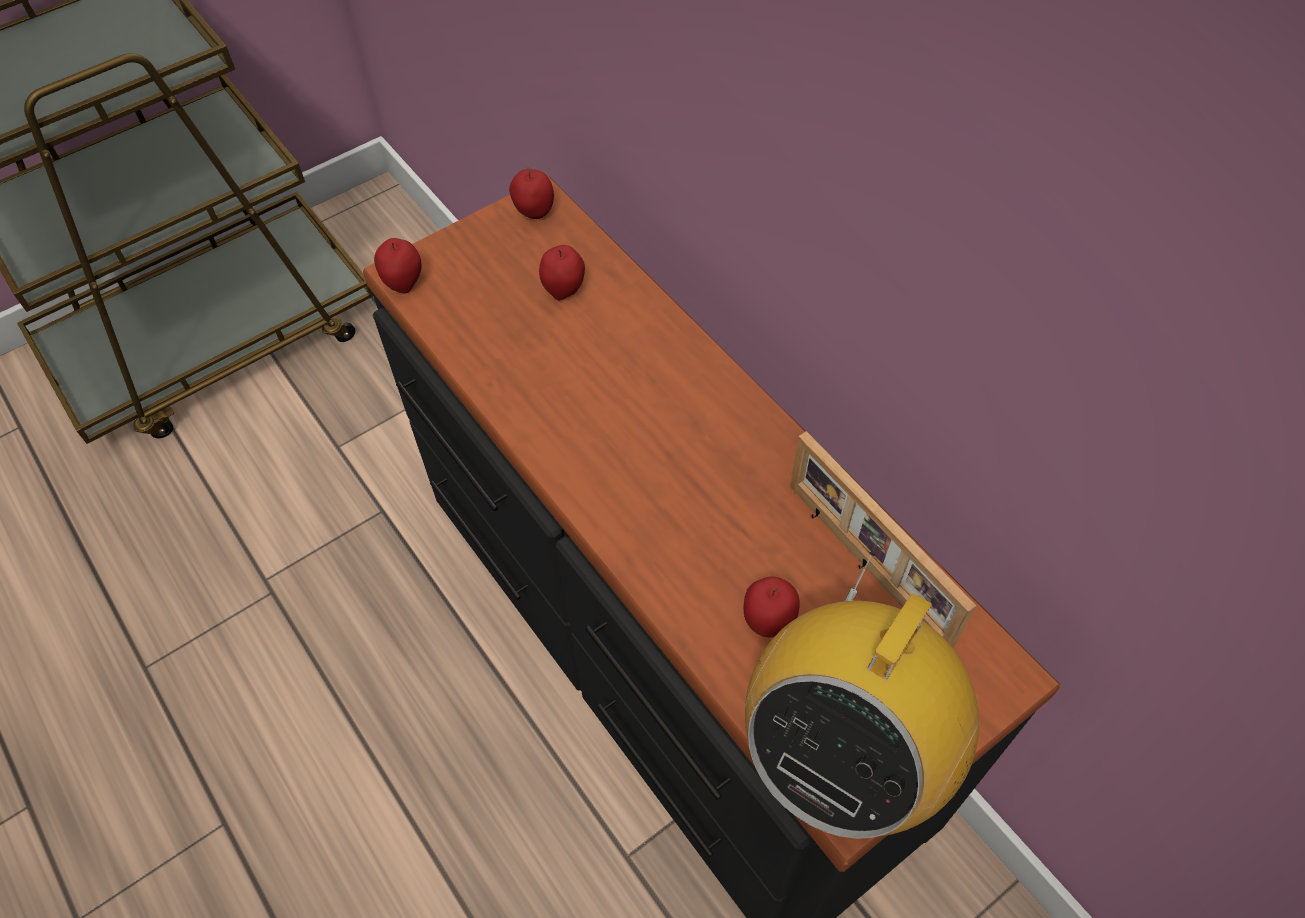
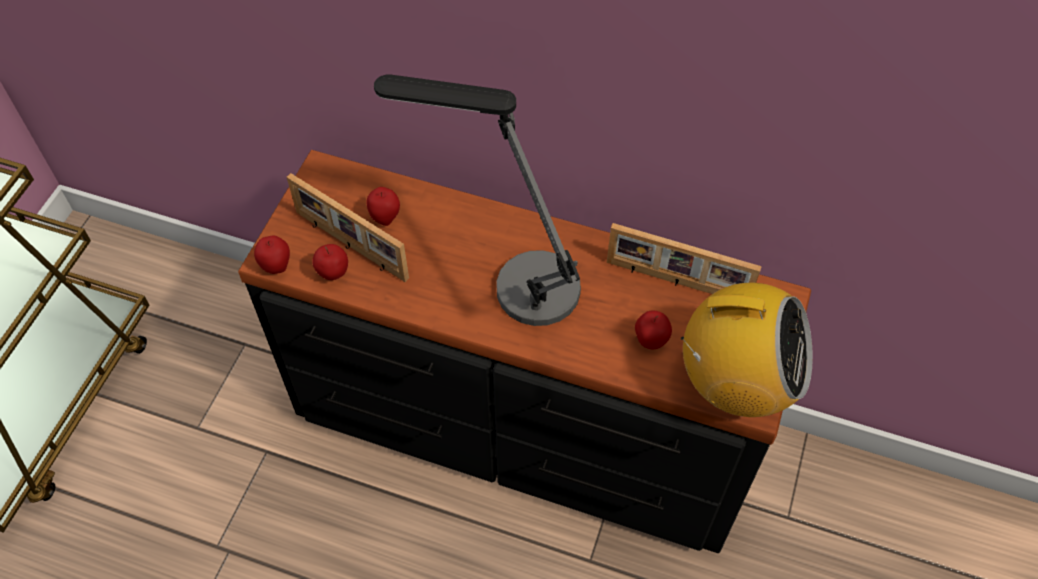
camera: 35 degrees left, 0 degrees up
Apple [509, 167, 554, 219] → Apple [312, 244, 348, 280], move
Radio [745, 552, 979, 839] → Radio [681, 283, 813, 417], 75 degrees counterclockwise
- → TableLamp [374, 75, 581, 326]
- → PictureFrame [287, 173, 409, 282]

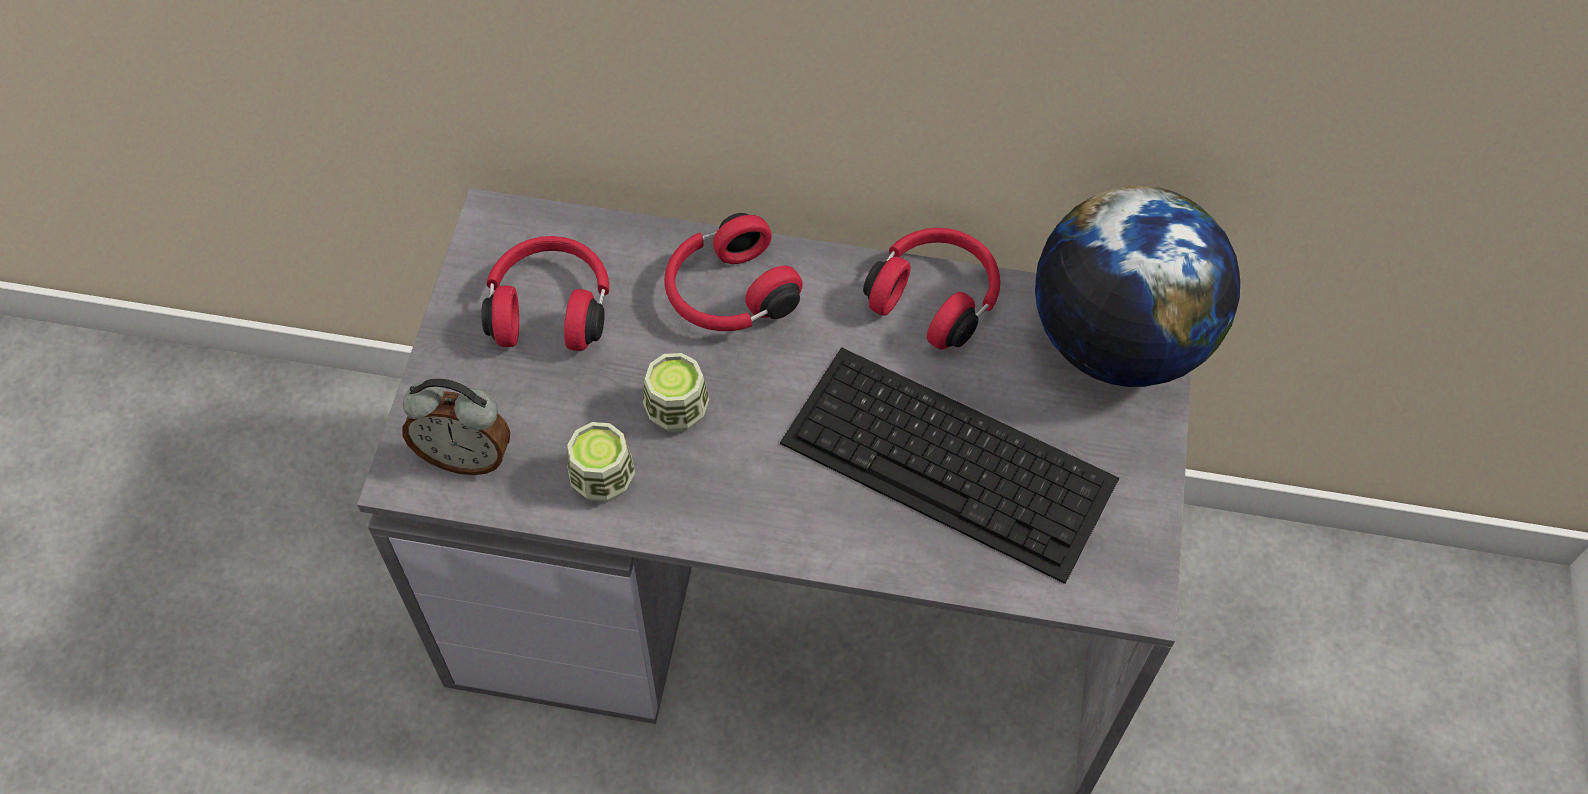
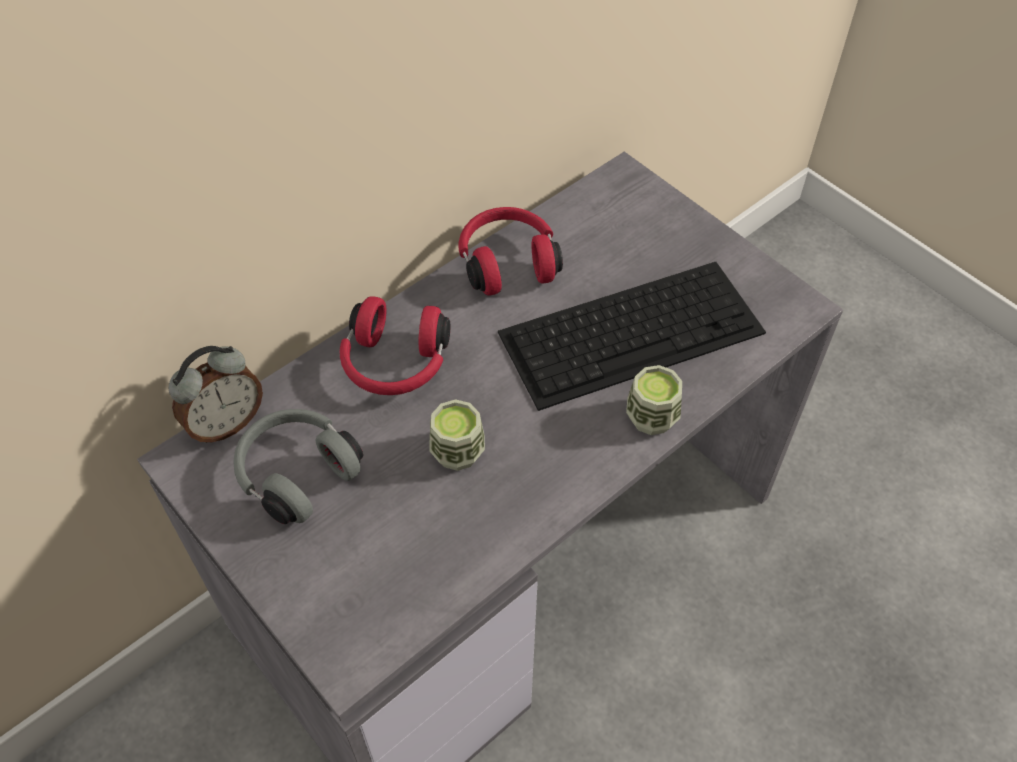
camera: 50 degrees left, 5 degrees down
Globe [1035, 186, 1240, 387] → -
RedHeadphones [482, 236, 609, 351] → GreyHeadphones [233, 409, 363, 524]
AlarmClock [402, 378, 510, 475] → AlarmClock [168, 346, 263, 443], move
Cup [567, 422, 635, 502] → Cup [626, 365, 682, 435], move

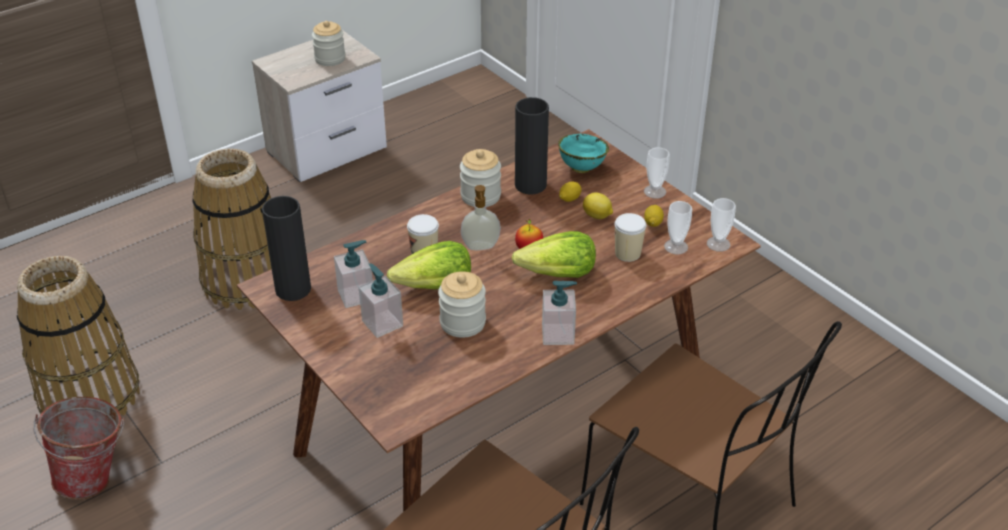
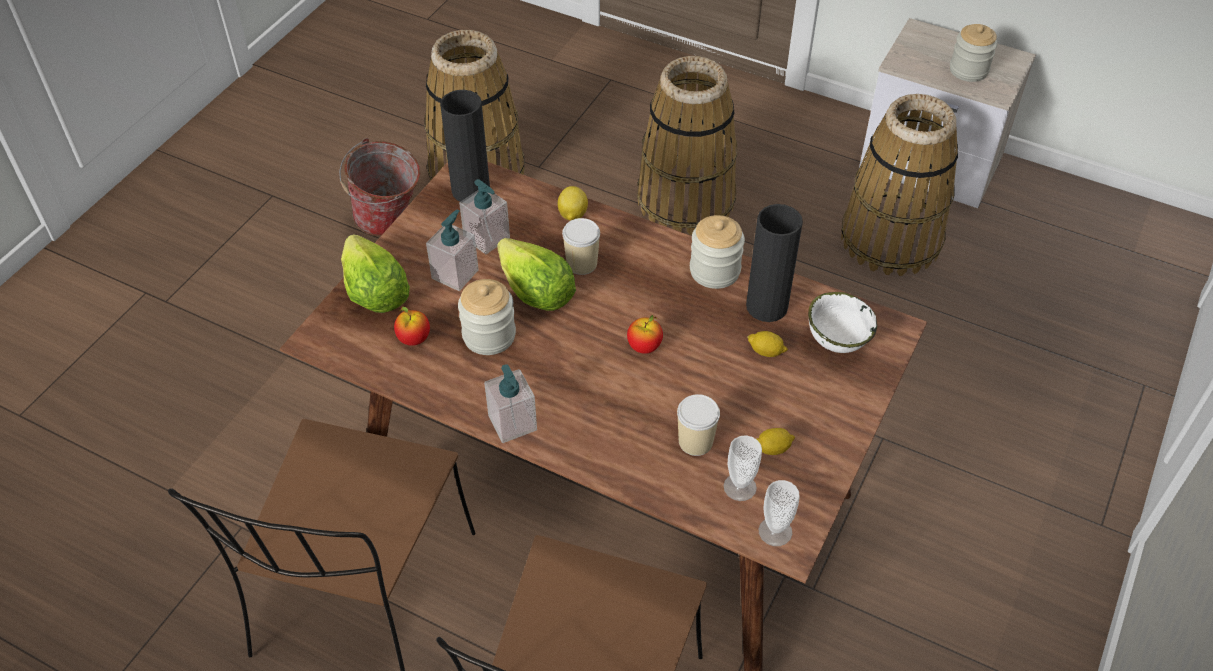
camera: 65 degrees right, 10 degrees up
TurquoiseBowl [558, 134, 609, 173] → WhiteBowl [808, 292, 877, 353]
Cup [644, 147, 670, 199] → -
SoapDispenser [461, 185, 501, 250] → -
Lemon [583, 192, 613, 219] → Lemon [558, 186, 588, 221], move
Lettuce [512, 231, 596, 278] → Lettuce [341, 234, 410, 313], move
- → Basket [841, 94, 958, 276]
- → Apple [394, 306, 430, 346]

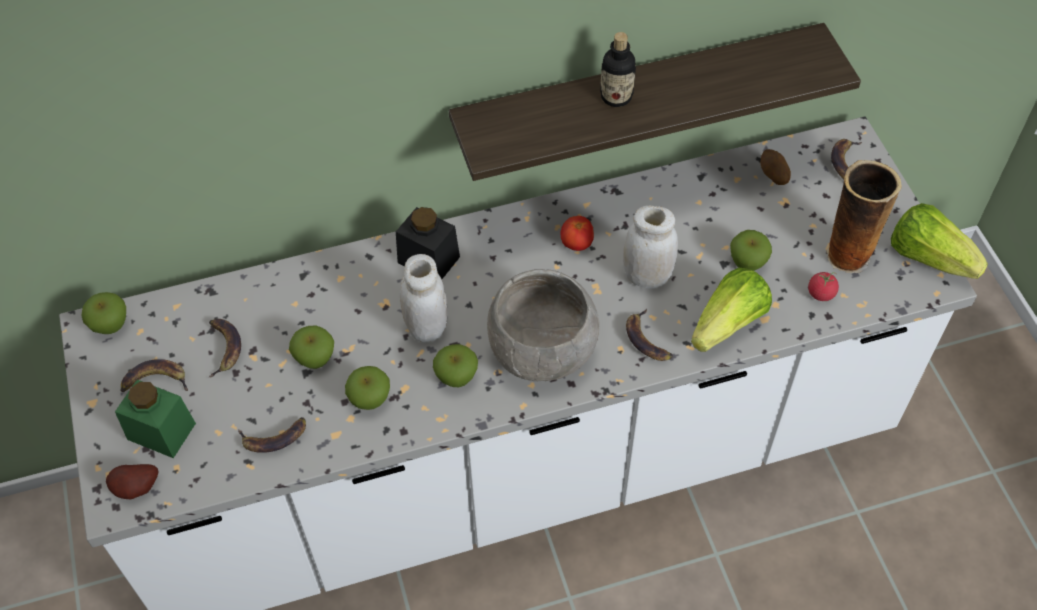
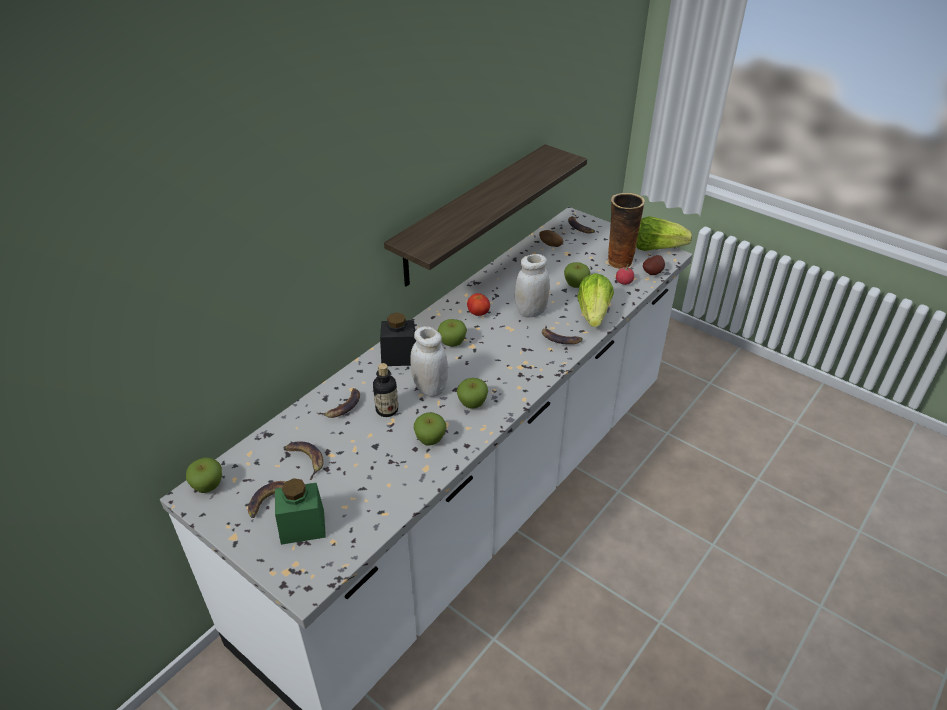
camera: 35 degrees left, 15 degrees down
Bottle [600, 32, 636, 107] → Bottle [373, 363, 398, 417], move
GreyBowl [487, 269, 600, 381] → -
Apple [289, 326, 334, 369] → Apple [438, 319, 467, 347], move
Banana [238, 417, 306, 453] → Banana [317, 388, 360, 418], move
Potato [106, 464, 159, 499] → Potato [643, 255, 665, 275], move

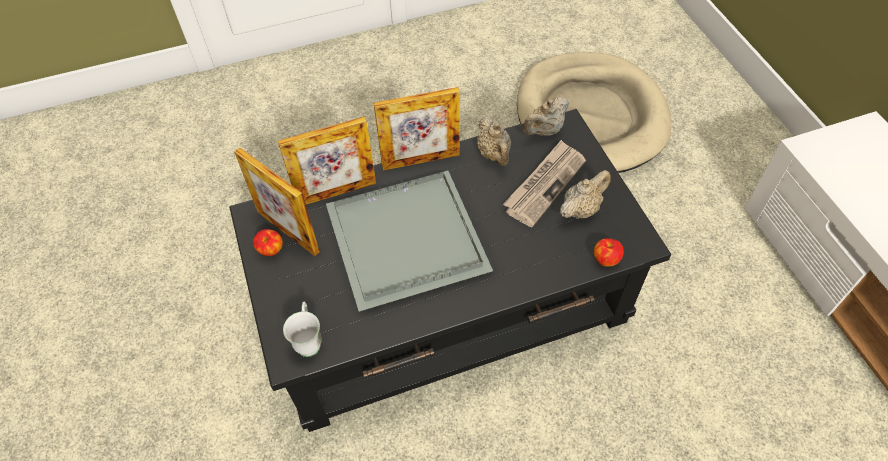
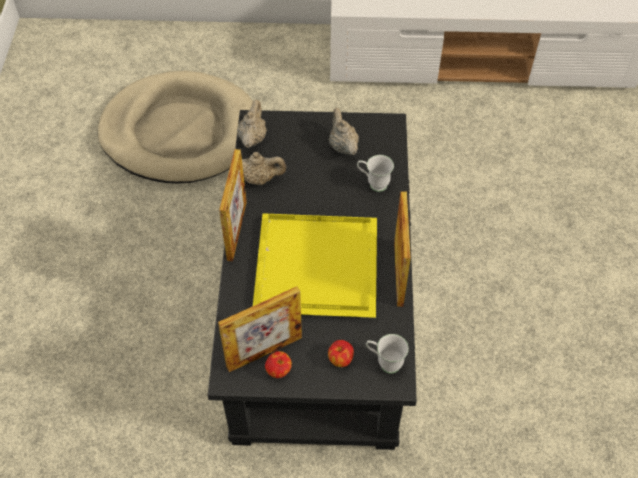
camera: 70 degrees left, 0 degrees up
BeigeTeapot [523, 97, 569, 136] → BeigeTeapot [237, 100, 267, 148], 150 degrees counterclockwise
PictureFrame [278, 116, 376, 205] → PictureFrame [394, 191, 411, 307], move
Newspaper [503, 140, 586, 227] → -
GreyTray [326, 170, 493, 312] → YellowTray [253, 213, 377, 318]
Apple [594, 238, 624, 267] → Apple [328, 340, 354, 367], move
- → WhiteMug [357, 155, 394, 192]

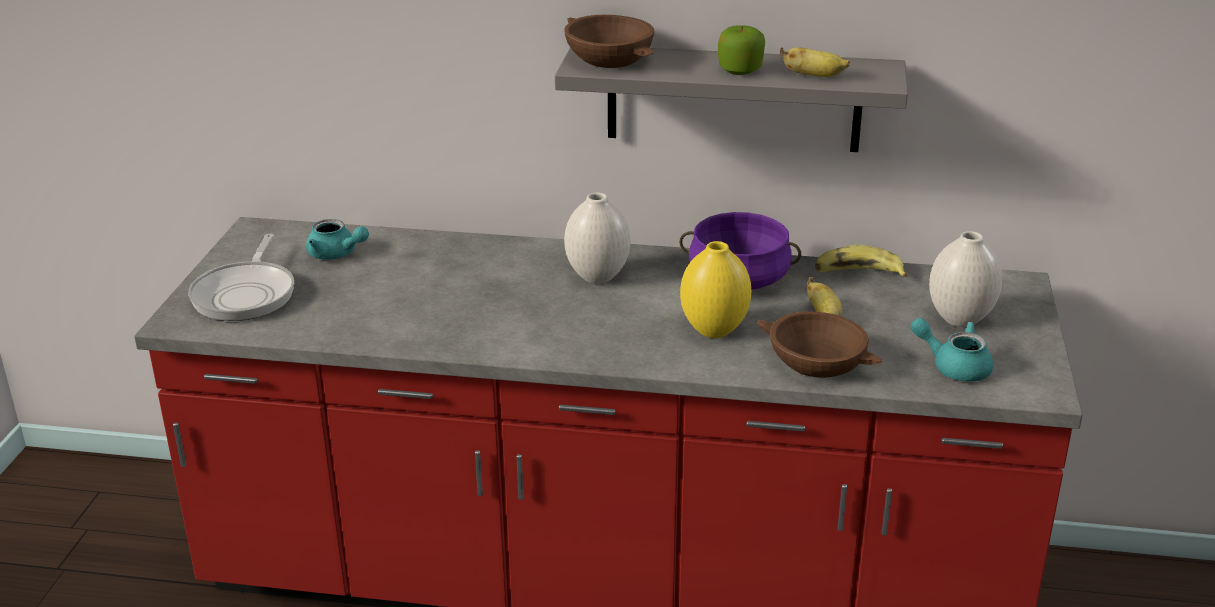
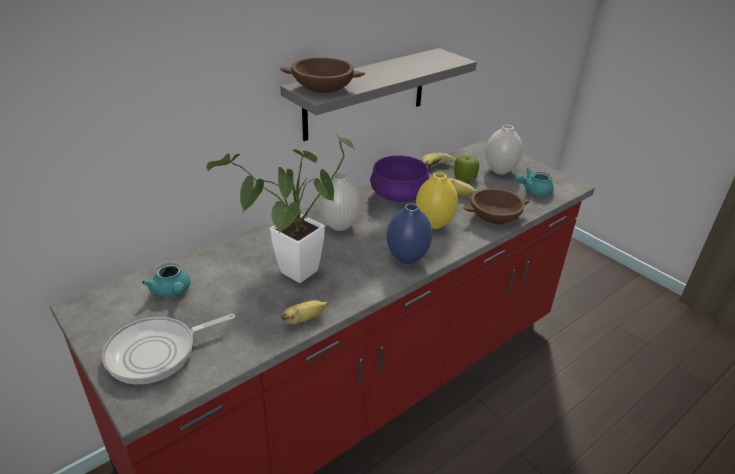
camera: 50 degrees left, 5 degrees up
Apple [718, 25, 765, 75] → Apple [454, 155, 479, 181], move
Banana [780, 47, 850, 77] → Banana [281, 300, 328, 325], move
TurquoiseTeapot [306, 219, 369, 260] → TurquoiseTeapot [142, 263, 190, 297], 75 degrees clockwise
FryingPan [188, 234, 294, 321] → FryingPan [102, 314, 235, 384], 105 degrees clockwise
- → PottedPlant [206, 136, 356, 283]
- → BlueVase [386, 203, 432, 264]

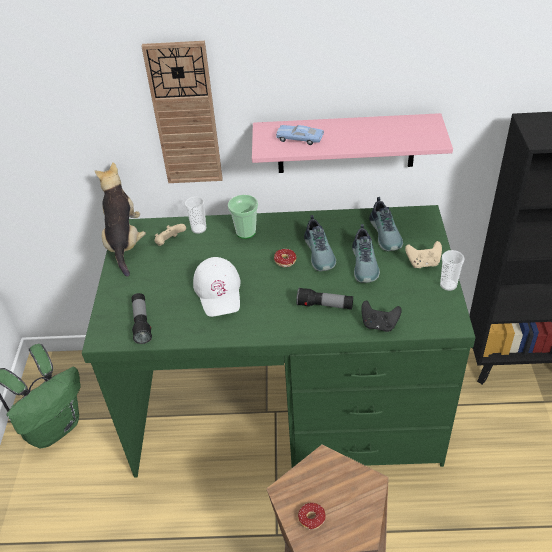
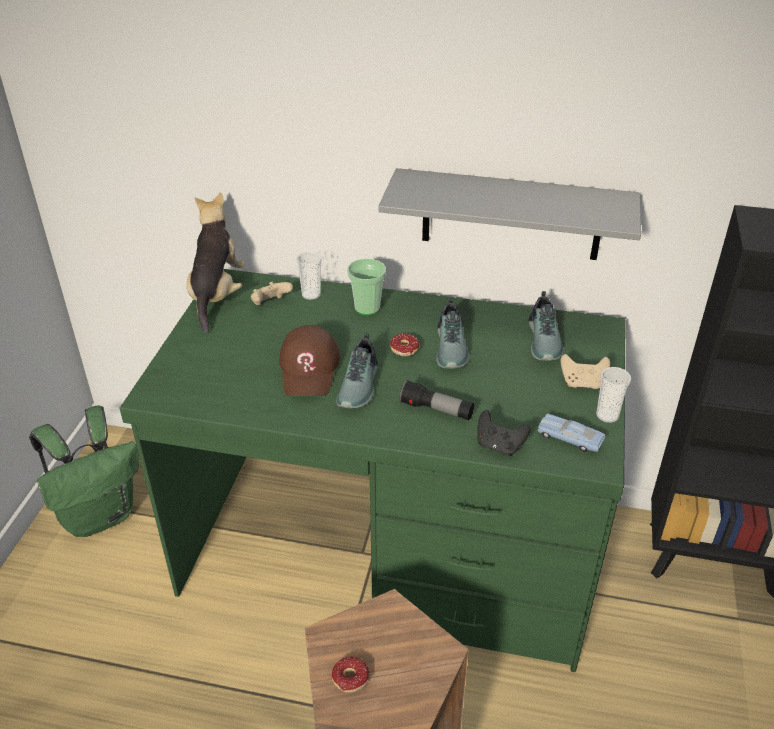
camera: 10 degrees right, 5 degrees down
WallClock [141, 41, 223, 183] → -
PinkShelf [252, 113, 453, 173] → GreyShelf [378, 168, 641, 260]
BlueToyCar [276, 125, 324, 145] → BlueToyCar [538, 414, 605, 452], move
Shoe [352, 224, 380, 283] → Shoe [336, 333, 378, 408], move
WhiteCap [193, 257, 240, 317] → BrownCap [279, 325, 340, 396]
Flashlight [131, 293, 152, 344] → -

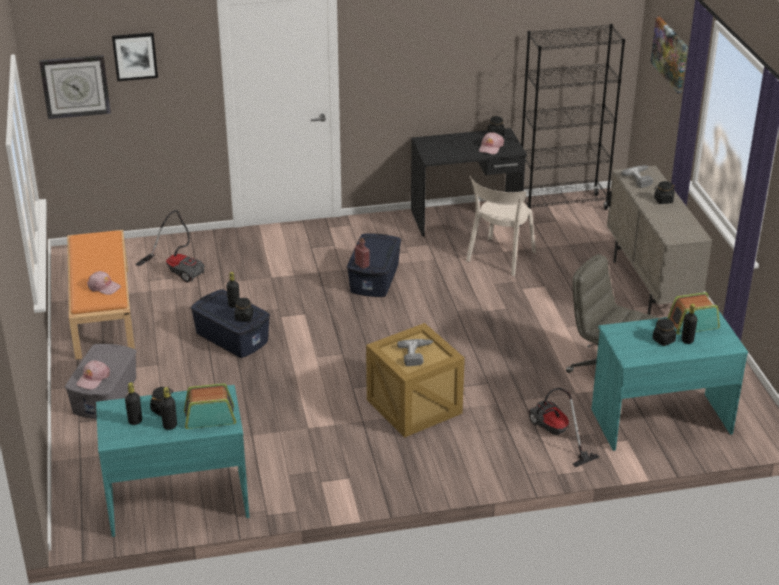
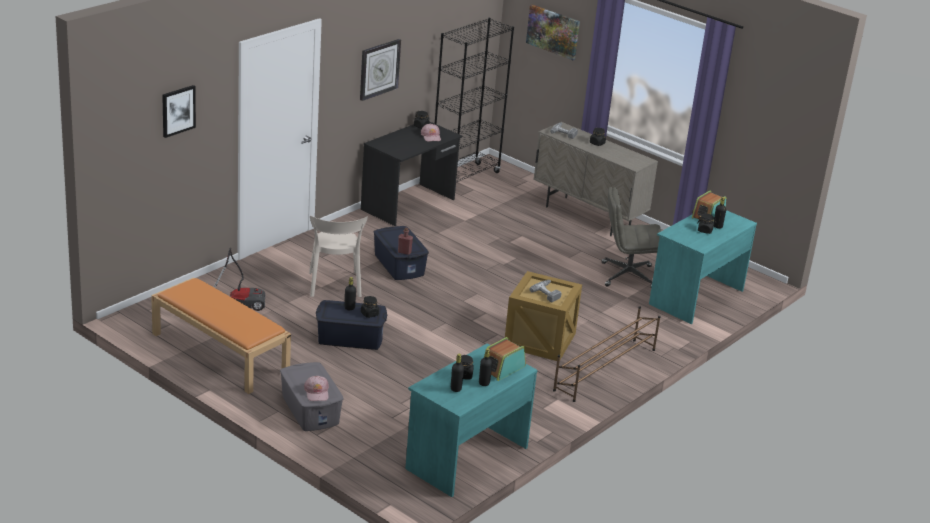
camera: 40 degrees left, 5 degrees down
WallClock [39, 55, 111, 119] → WallClock [360, 39, 401, 101], move
BeigeChair [466, 176, 536, 276] → BeigeChair [309, 216, 368, 297], move
PinkCap [87, 271, 121, 295] → -
VacuumCleaner [528, 388, 599, 467] → -
- → BrownShoeRack [553, 306, 661, 402]

